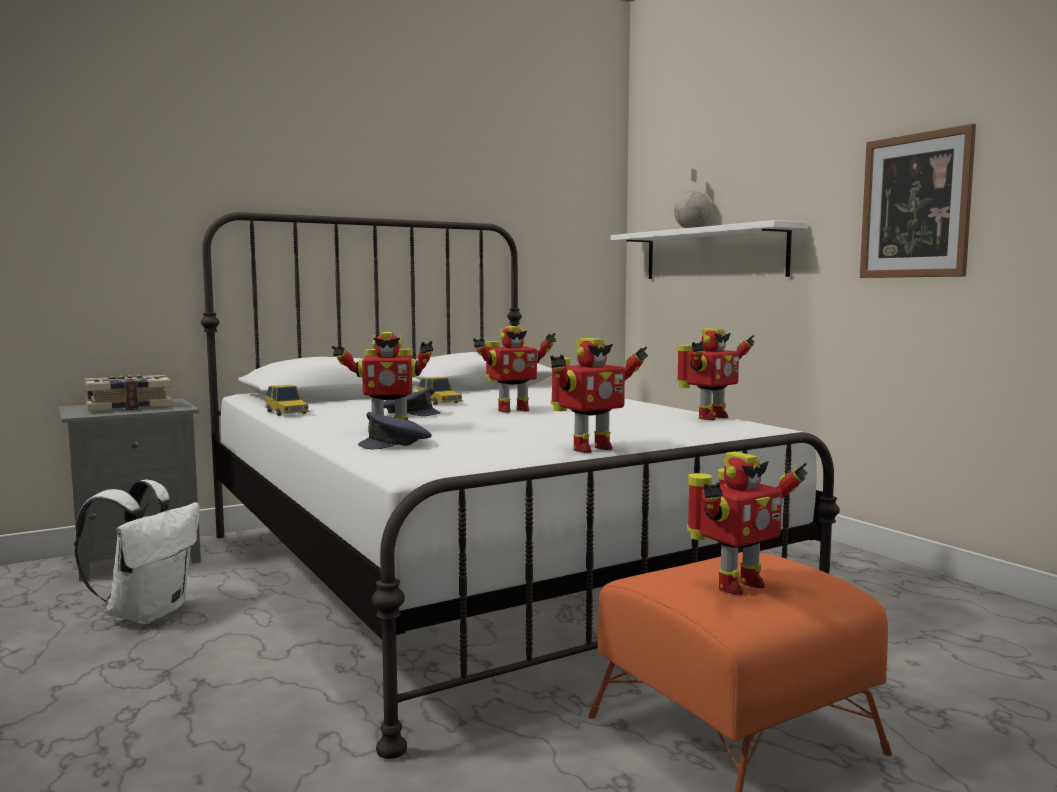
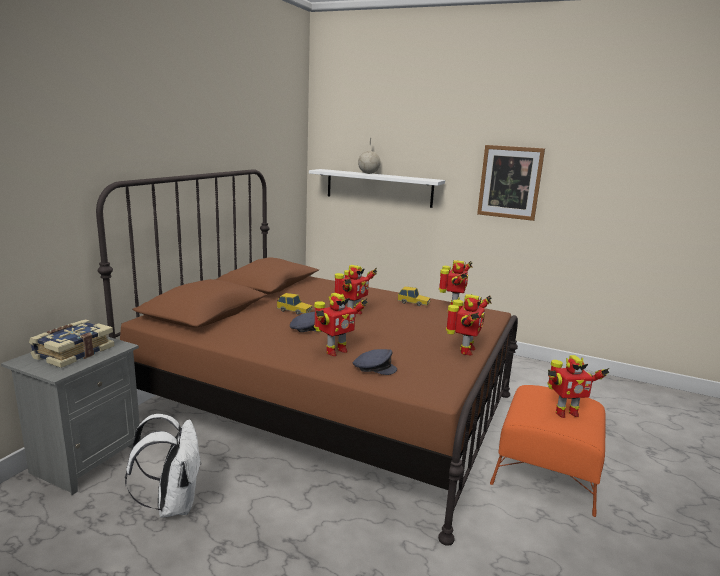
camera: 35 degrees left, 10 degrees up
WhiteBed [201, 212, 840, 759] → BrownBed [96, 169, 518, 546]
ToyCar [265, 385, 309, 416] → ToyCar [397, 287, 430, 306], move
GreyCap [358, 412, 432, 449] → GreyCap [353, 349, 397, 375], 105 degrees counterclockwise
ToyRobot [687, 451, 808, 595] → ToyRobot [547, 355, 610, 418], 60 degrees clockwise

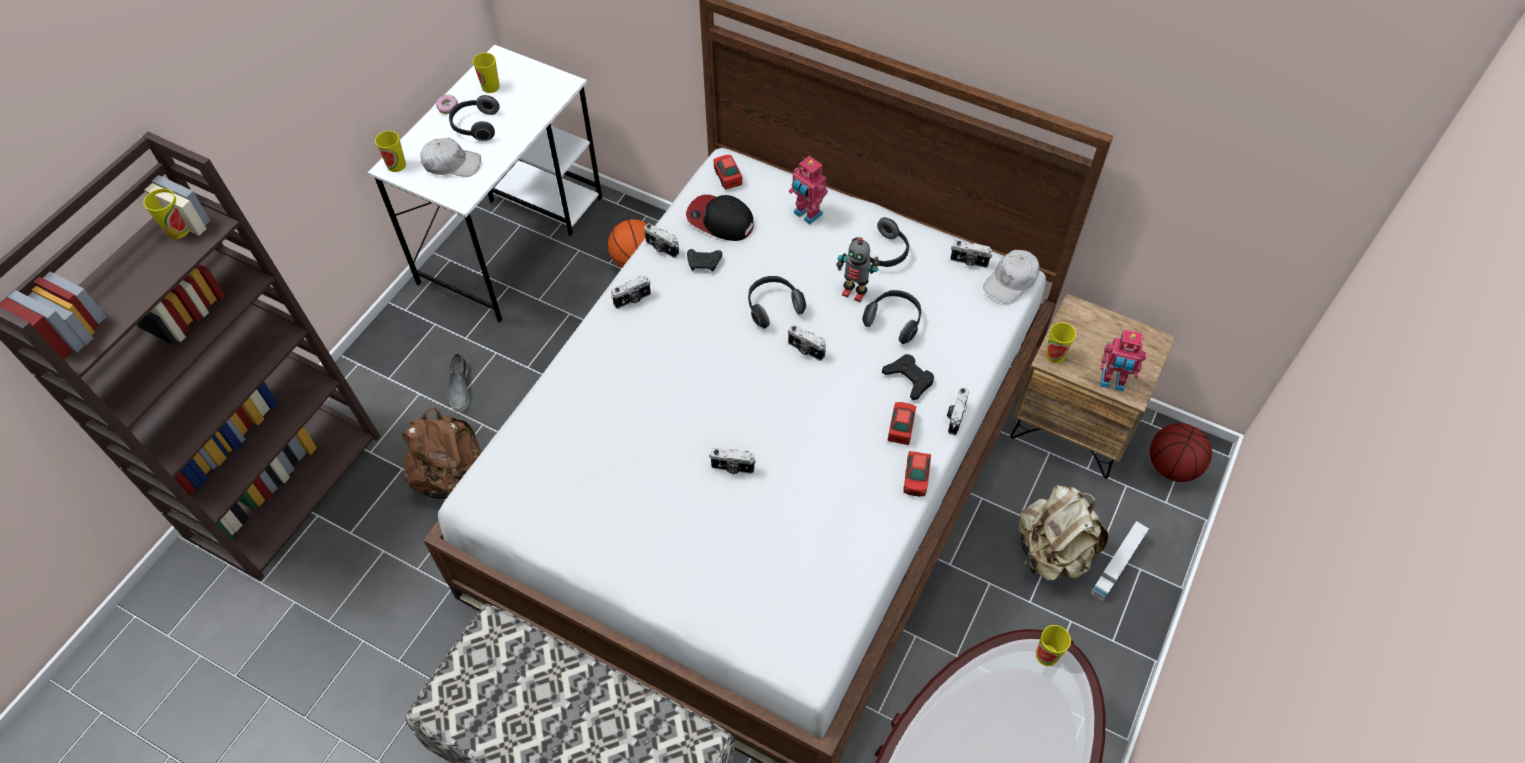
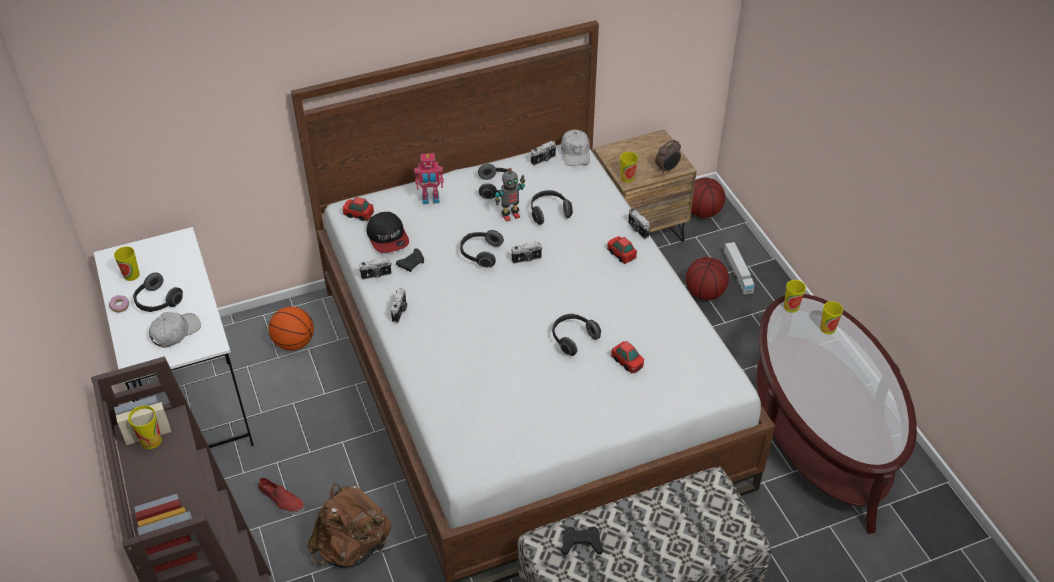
camera: 50 degrees left, 10 degrees down
Cup [375, 131, 406, 172] → Cup [820, 301, 843, 334], move
Cap [686, 195, 754, 241] → Cap [366, 212, 409, 253], 90 degrees counterclockwise
ToyRobot [1100, 329, 1147, 392] → AlarmClock [655, 140, 681, 174]
GreyShoe [447, 353, 469, 412] → RedShoe [258, 477, 305, 514]
BlackGameController [882, 354, 934, 400] → BlackGameController [561, 526, 604, 555], move
PhotoCamera [709, 448, 756, 474] → Headphones [552, 314, 601, 356]
ToyCar [903, 451, 931, 497] → ToyCar [611, 341, 644, 373], move
BeigeBackpack [1019, 485, 1108, 580] → Basketball [686, 257, 729, 300]

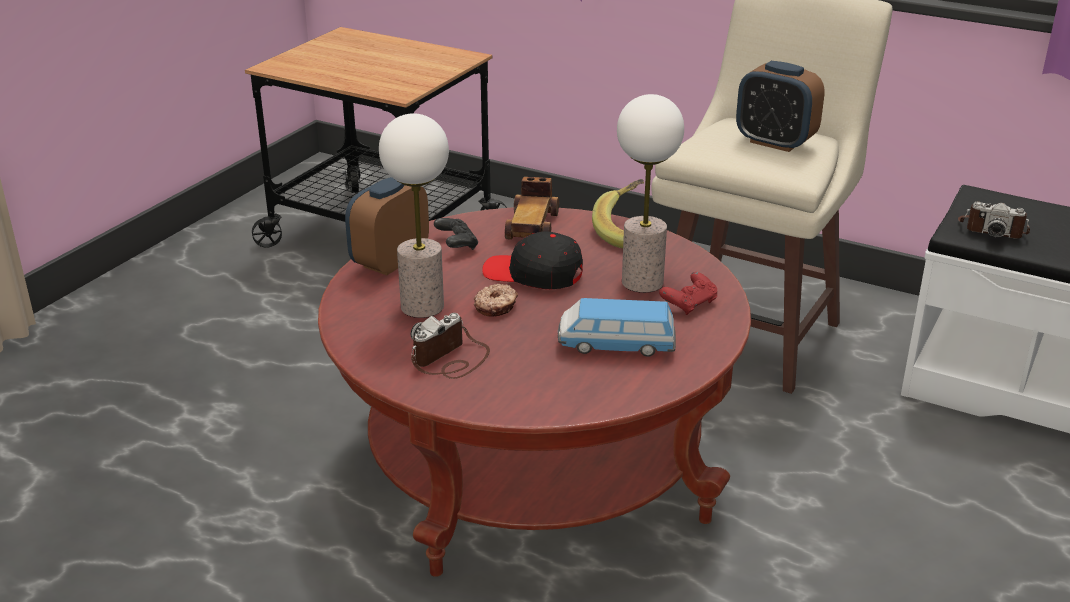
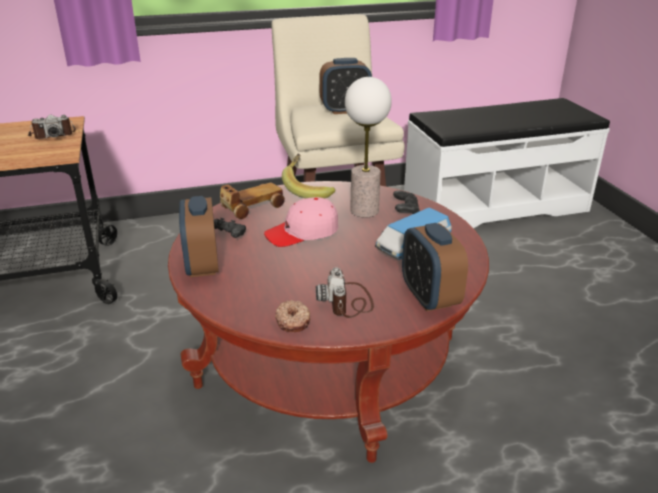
camera: 45 degrees left, 0 degrees up
TableLamp [379, 113, 449, 318] → -
ToyCar [505, 177, 559, 240] → ToyCar [220, 183, 285, 219], 90 degrees counterclockwise
PhotoCamera [958, 201, 1030, 239] → PhotoCamera [28, 115, 76, 139], move
BlackCap [482, 231, 583, 289] → PinkCap [264, 197, 338, 247]
RedGameController [659, 272, 717, 315] → BlackGameController [393, 190, 420, 214]
Donut [474, 284, 518, 317] → Donut [275, 300, 311, 332], move
- → AlarmClock [402, 223, 468, 311]

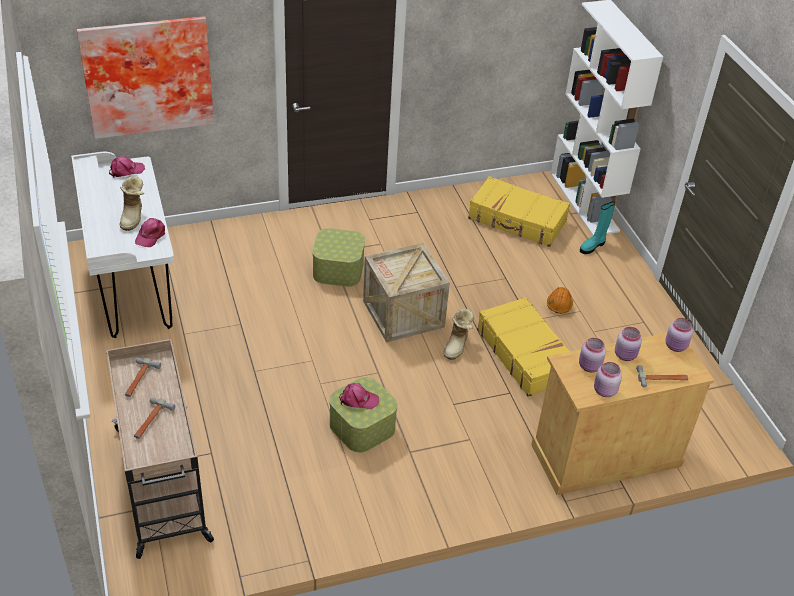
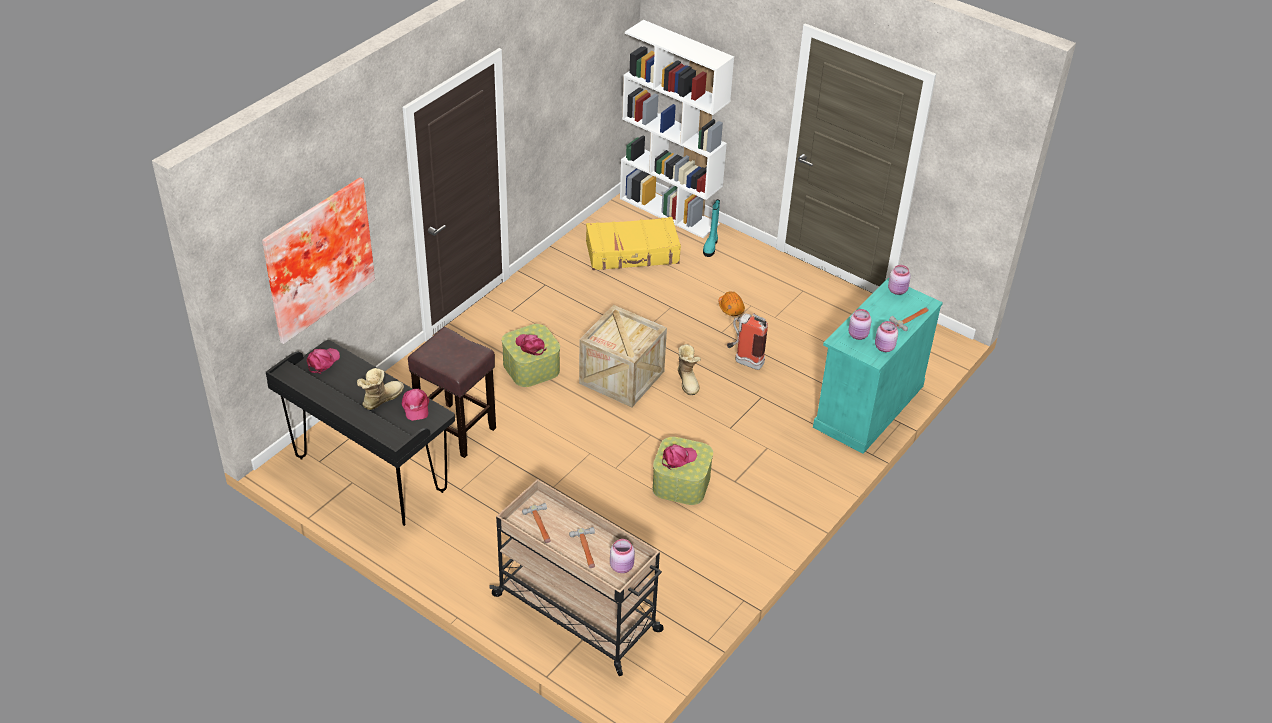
camera: 35 degrees left, 0 degrees up
WhiteDesk [71, 152, 174, 338] → BlackDesk [266, 340, 455, 526]
Boot [119, 176, 144, 231] → Boot [357, 368, 404, 410], 105 degrees counterclockwise
YellowSuitcase [477, 297, 570, 397] → FireExtinguisher [727, 313, 768, 370]
PinkJar [615, 327, 642, 361] → PinkJar [610, 539, 635, 573], move
BeigeCabinet [531, 333, 714, 495] → TurquoiseCabinet [813, 278, 943, 454]
- → BrownStool [408, 327, 496, 458]
- → PinkCap [516, 334, 547, 356]

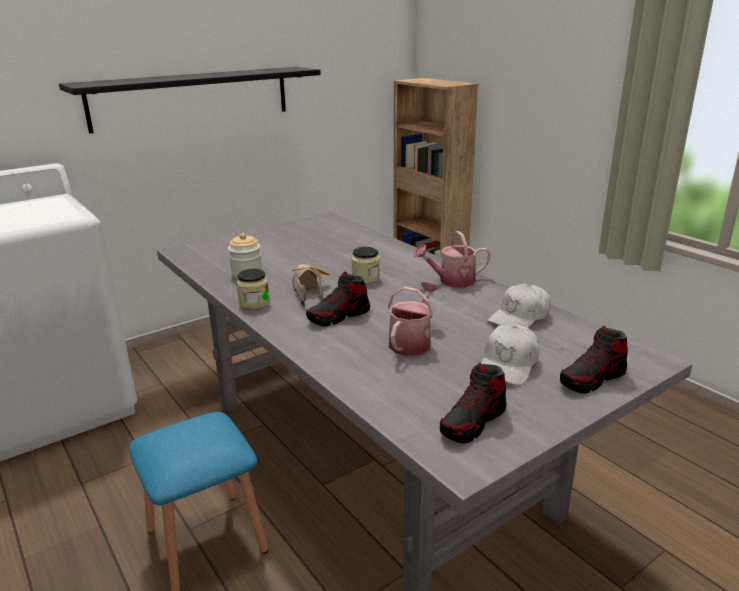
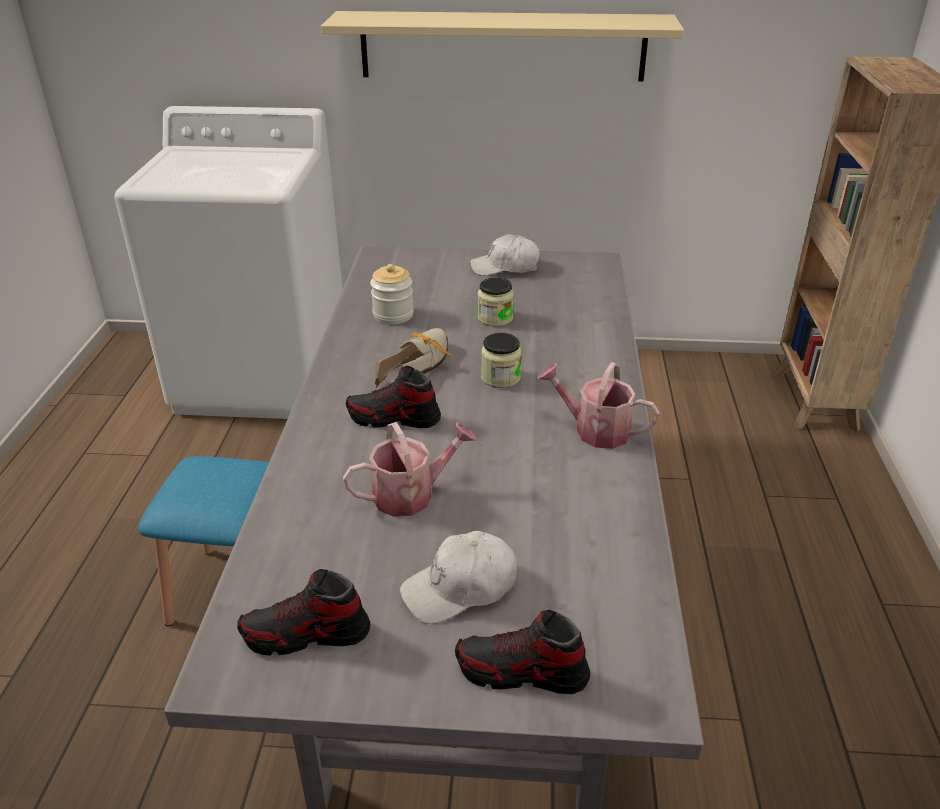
camera: 40 degrees right, 10 degrees up
BlackShelf [59, 67, 321, 134] → BeigeShelf [321, 11, 684, 81]
Jar [237, 269, 270, 310] → Jar [478, 277, 514, 327], move
WhiteCap [487, 284, 550, 328] → WhiteCap [470, 234, 540, 276], move

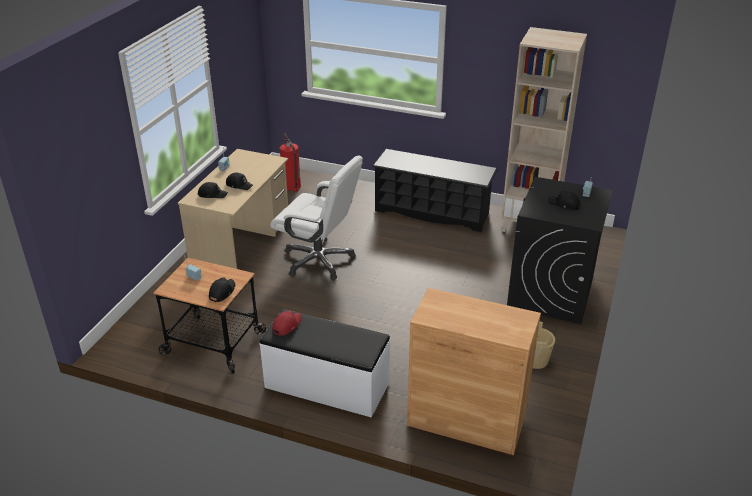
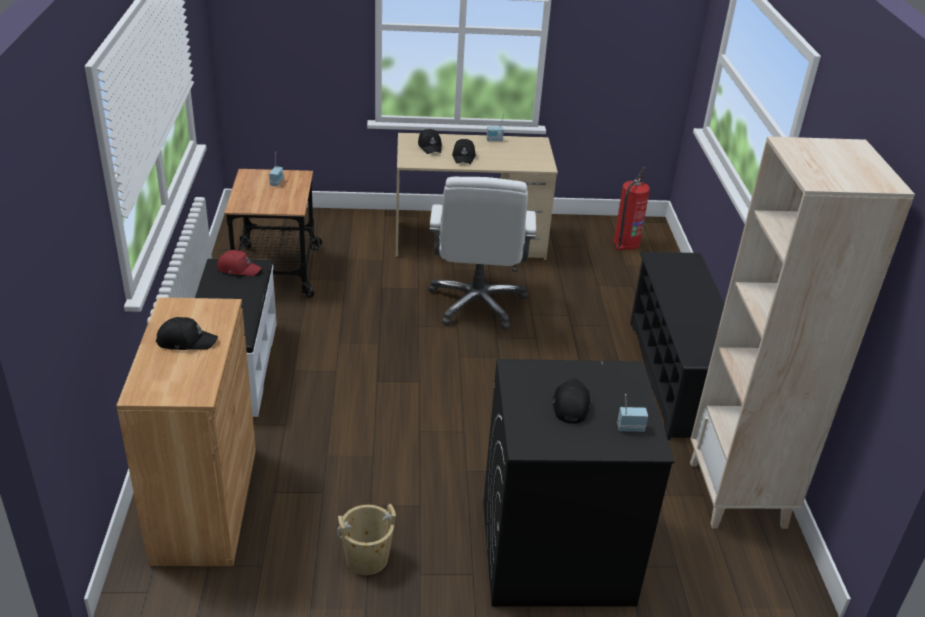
camera: 65 degrees right, 0 degrees up
BlackCap [209, 278, 235, 302] → BlackCap [156, 317, 218, 350], move

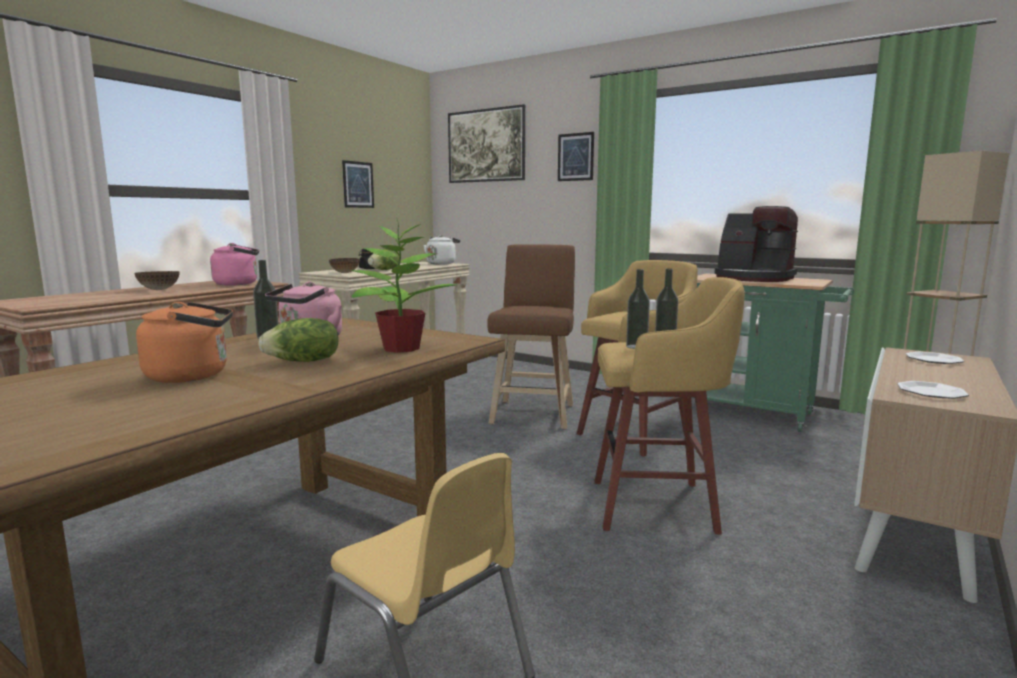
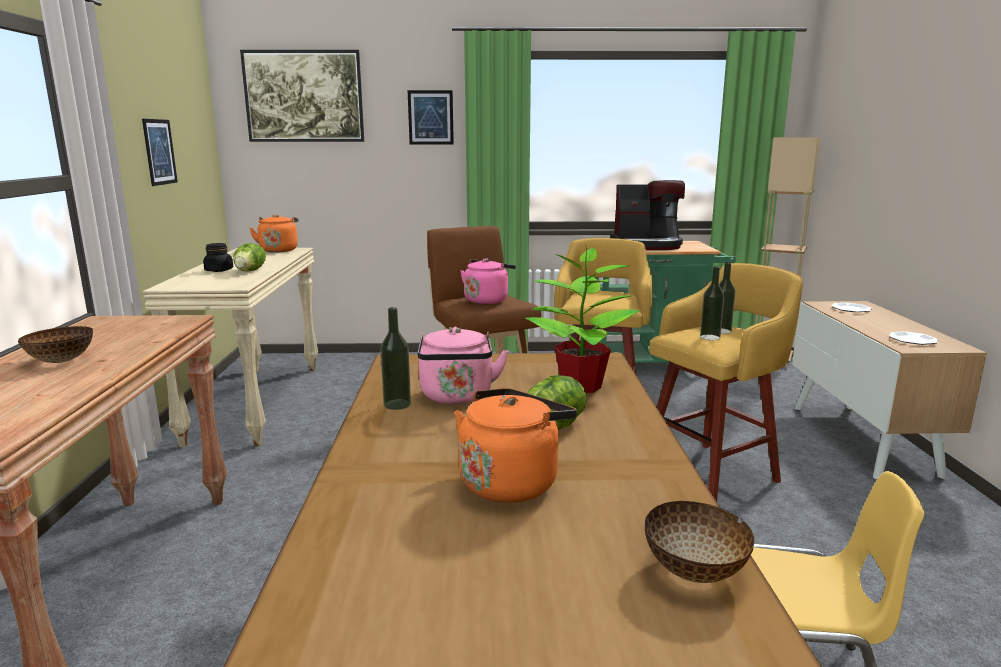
camera: 35 degrees left, 5 degrees up
WhiteKettle [424, 235, 460, 265] → OrangeKettle [249, 214, 299, 253]
PinkKettle [210, 243, 259, 286] → PinkKettle [461, 259, 516, 304], move
Bowl [329, 258, 360, 273] → Bowl [645, 501, 754, 583], move

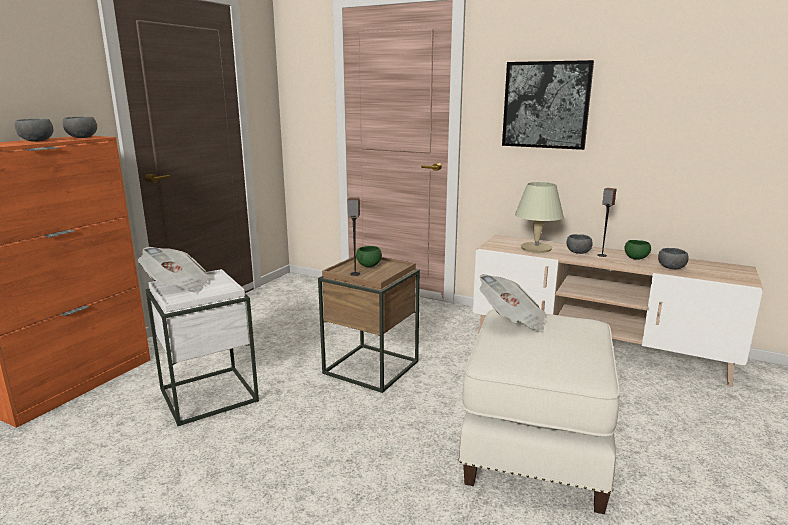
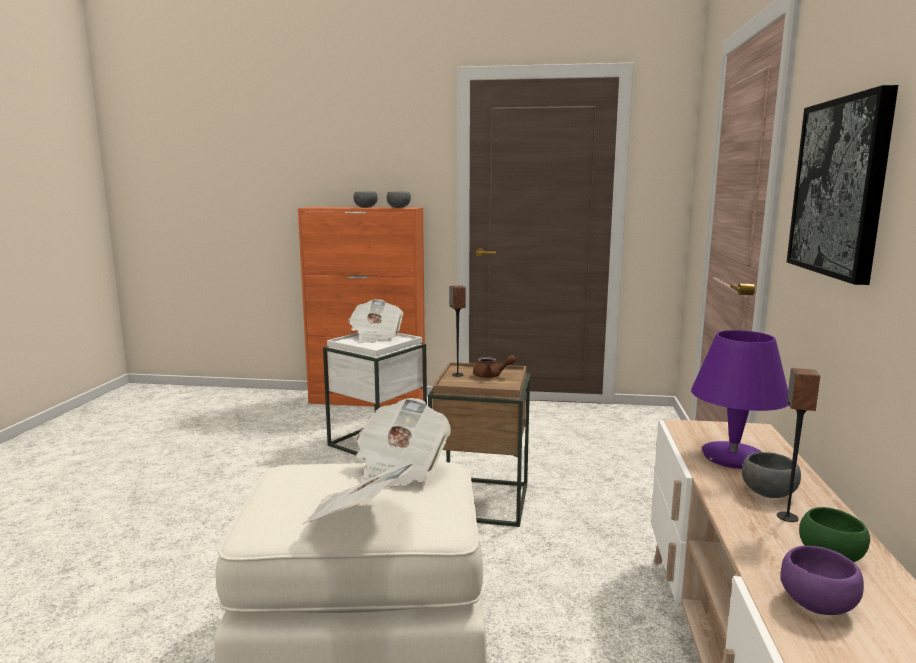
camera: 70 degrees right, 5 degrees down
BeigeTableLamp [515, 182, 564, 253] → PurpleTableLamp [691, 330, 788, 469]
GreenBowl [356, 246, 382, 267] → BrownTeapot [473, 355, 516, 378]
GreyBowl [658, 248, 689, 269] → PurpleBowl [781, 546, 864, 615]
- → Newspaper [301, 458, 415, 525]

